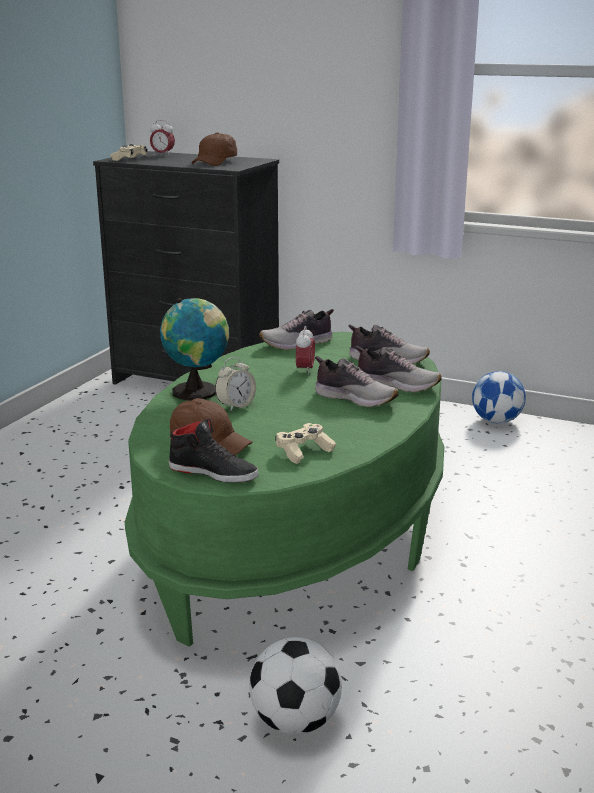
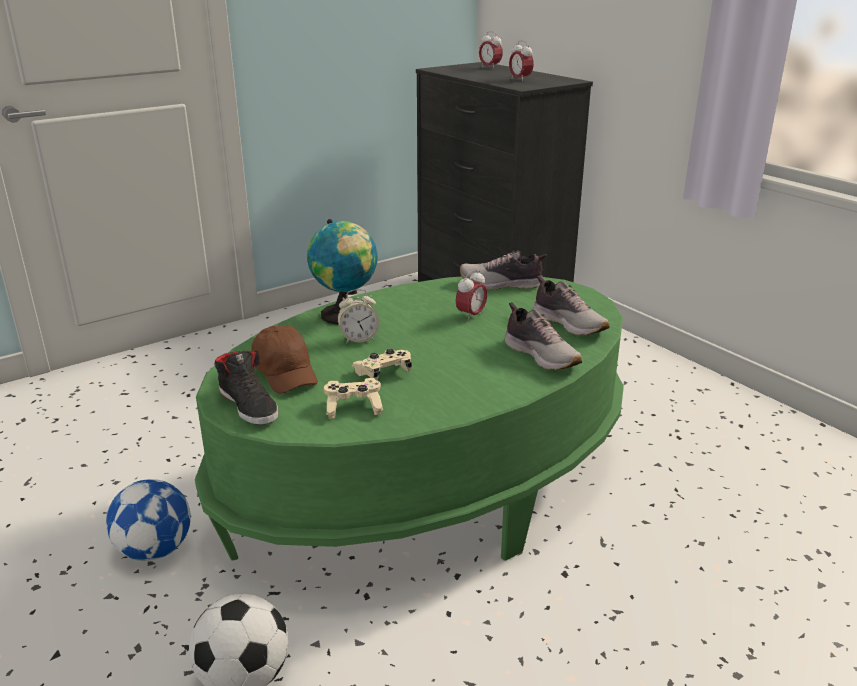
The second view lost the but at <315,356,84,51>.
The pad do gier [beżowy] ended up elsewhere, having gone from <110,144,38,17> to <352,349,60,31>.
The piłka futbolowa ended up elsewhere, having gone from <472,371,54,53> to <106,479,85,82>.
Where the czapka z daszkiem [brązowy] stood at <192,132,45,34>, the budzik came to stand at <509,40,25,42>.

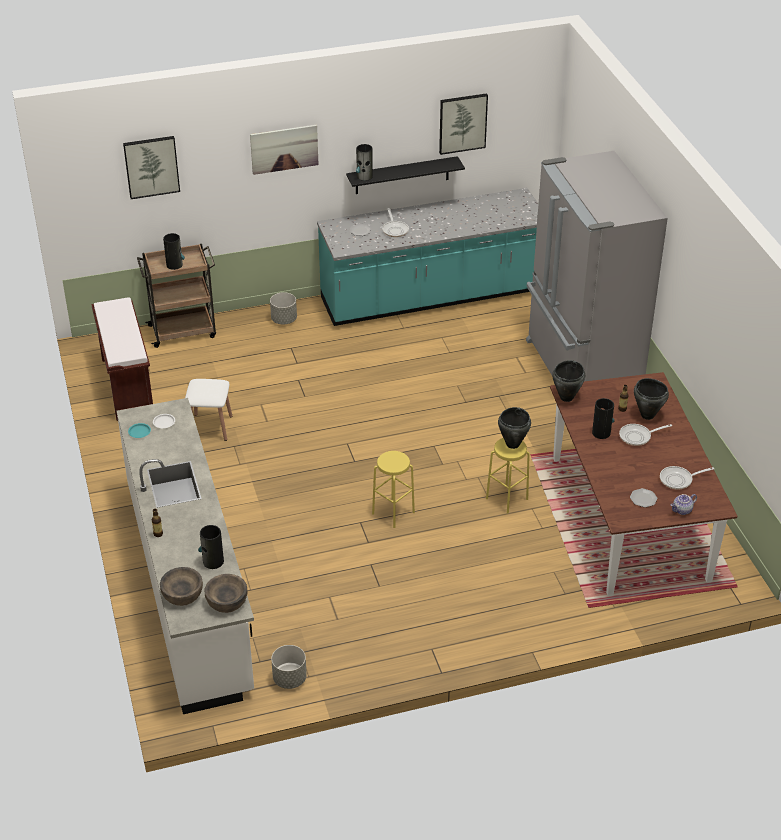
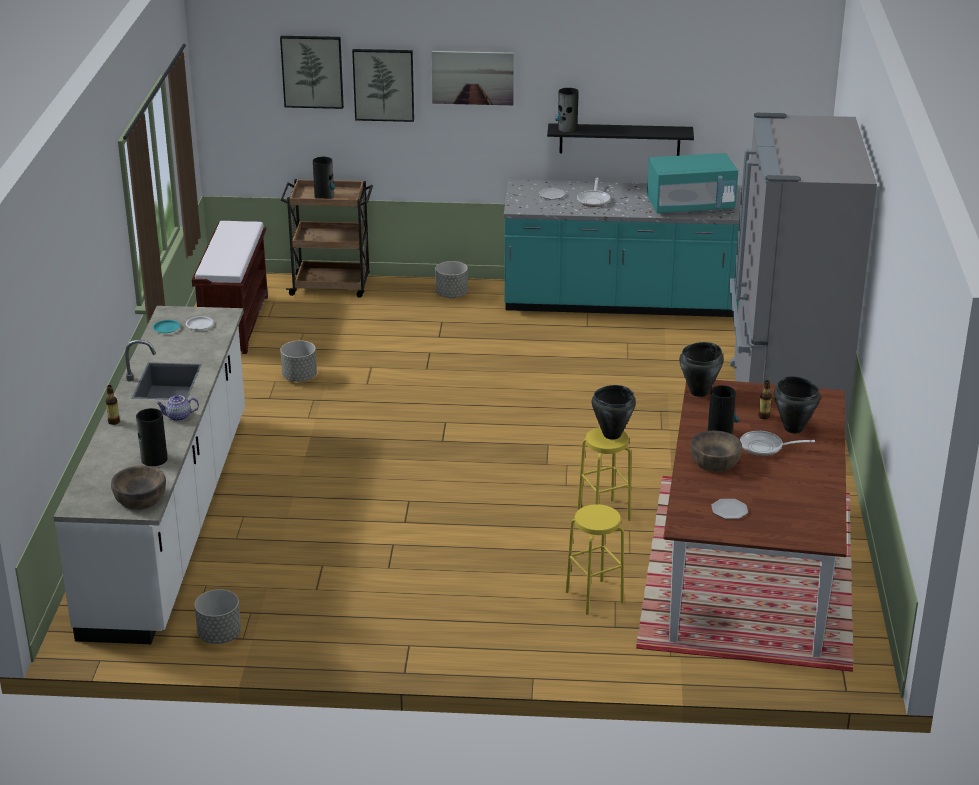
The second view lost the patelnia at <660,466,54,24>.
The second view gained the mikrofalówka [turkusowy] at <647,153,91,60>.
The miska [brązowy] ended up elsewhere, having gone from <160,567,43,39> to <690,430,52,42>.
The stołek [żółty] ended up elsewhere, having gone from <372,451,43,77> to <566,504,58,111>.
The obraz ended up elsewhere, having gone from <439,93,49,62> to <352,49,62,73>.
The imbryk ended up elsewhere, having gone from <671,494,26,21> to <156,395,43,26>.
Where the stołek [biały] stood at <185,379,47,62>, the donica [szary] came to stand at <281,341,36,41>.

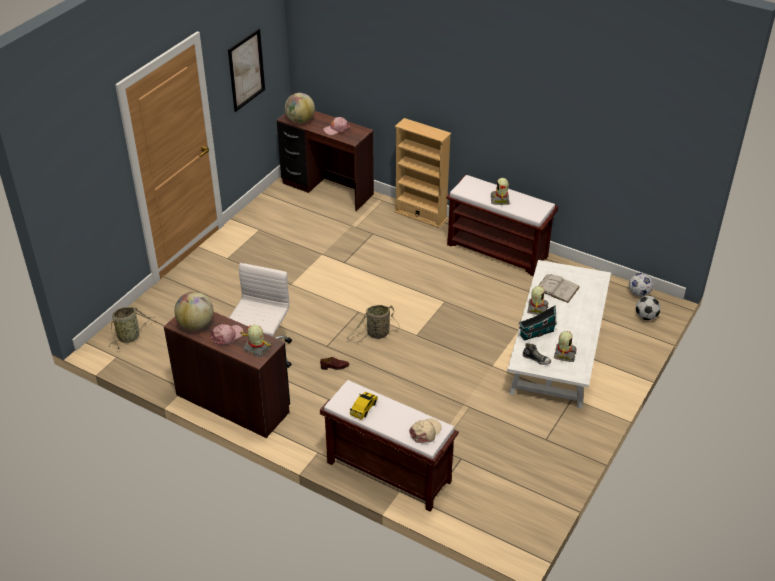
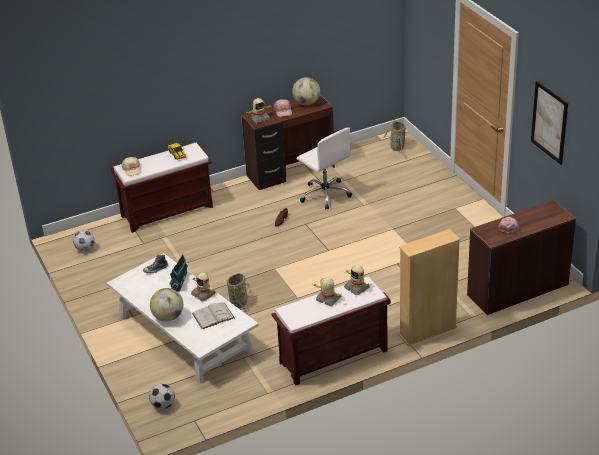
The globus ended up elsewhere, having gone from <285,93,30,30> to <150,288,33,34>.
The koszyk ended up elsewhere, having gone from <347,305,53,38> to <227,273,21,39>.
The robot zabawkowy ended up elsewhere, having gone from <554,331,23,31> to <344,265,25,30>.
The piłka futbolowa ended up elsewhere, having gone from <629,273,24,24> to <73,230,22,21>.

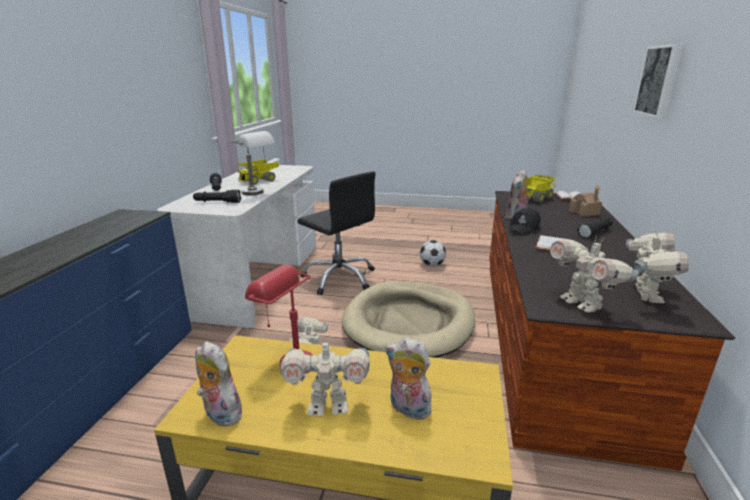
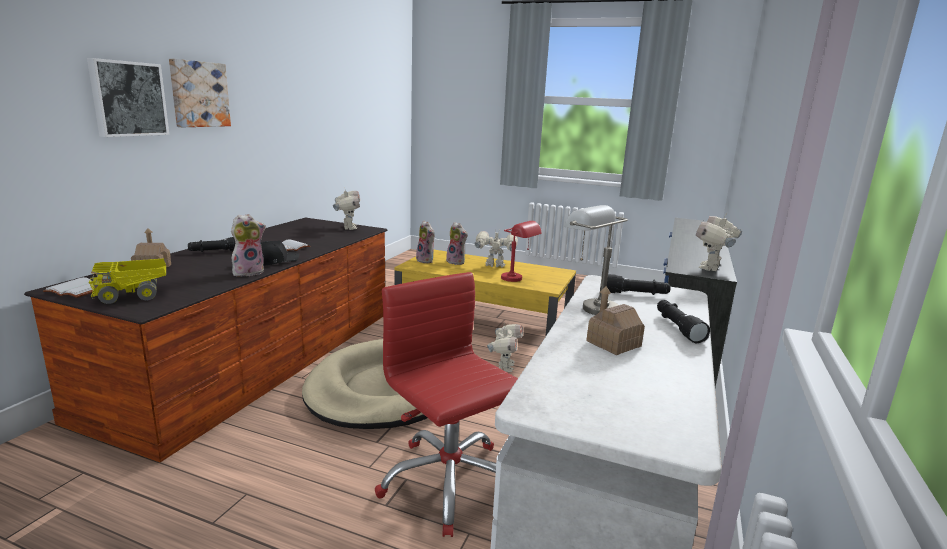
The second view lost the piłka futbolowa at <420,240,26,27>.
The second view gained the obraz at <169,59,62,68>.
The pluszak ended up elsewhere, having gone from <195,341,49,86> to <416,220,19,43>.
The robot zabawkowy ended up elsewhere, having gone from <626,229,63,75> to <696,213,46,58>.
Where the ciężarówka zabawkowa stood at <237,159,42,26>, the domek came to stand at <586,286,59,69>.
What was the krzesło biurowe [czarny] at <297,171,79,124> turned into the krzesło biurowe [czerwony] at <375,272,143,265>.

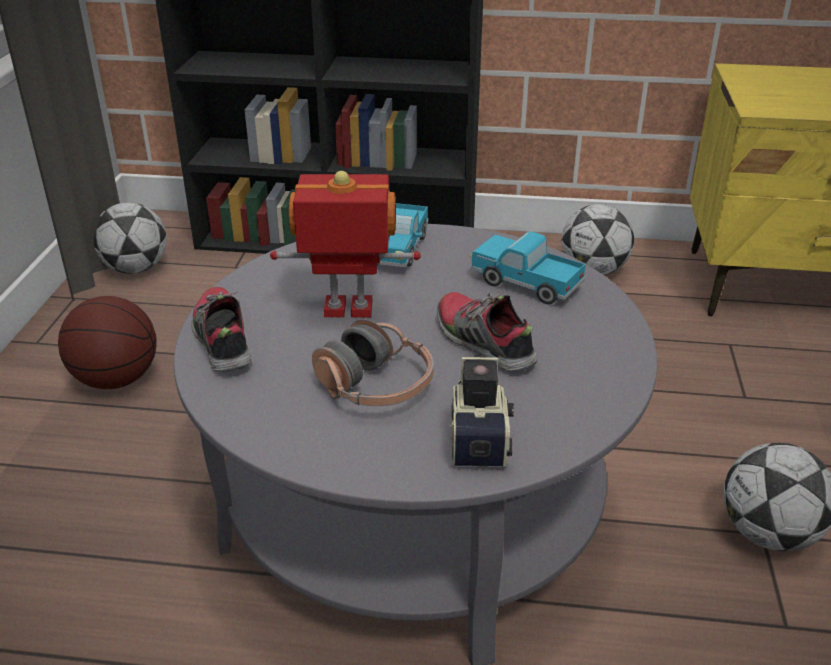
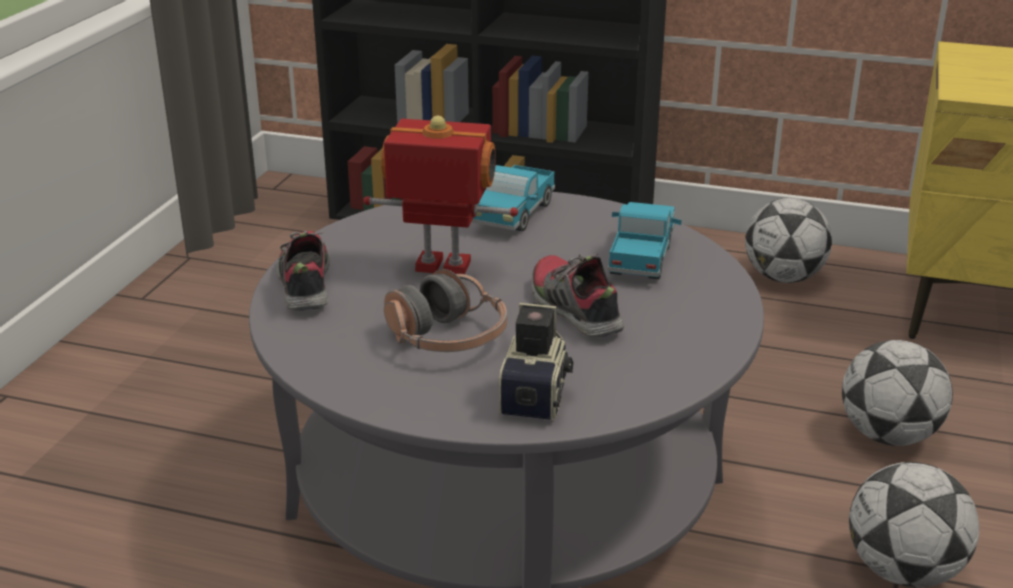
The second view lost the piłka do koszykówki at <58,296,99,93>.
The piłka futbolowa ended up elsewhere, having gone from <94,202,73,72> to <842,340,111,106>.
The ciężarówka zabawkowa at <470,232,116,72> ended up facing another way, 60 degrees clockwise from before.

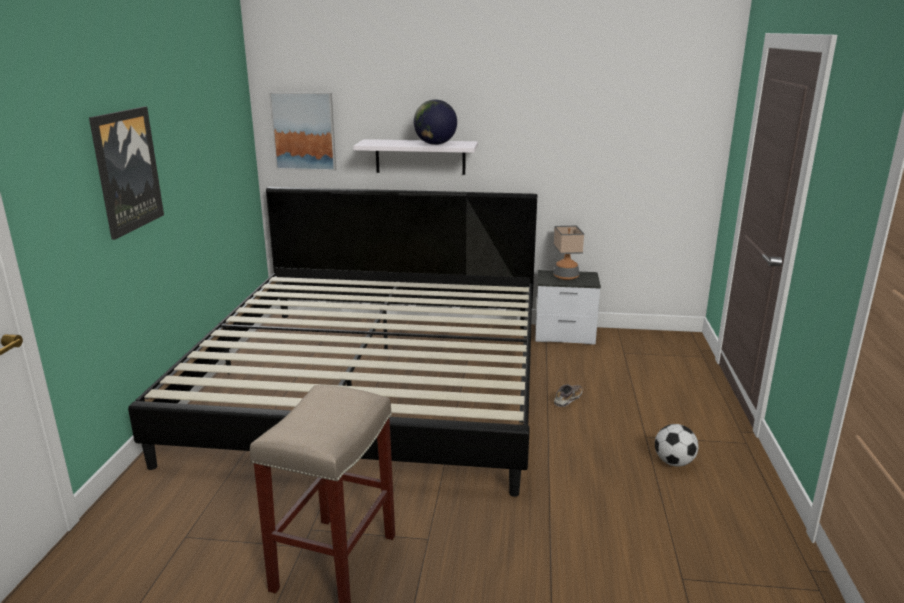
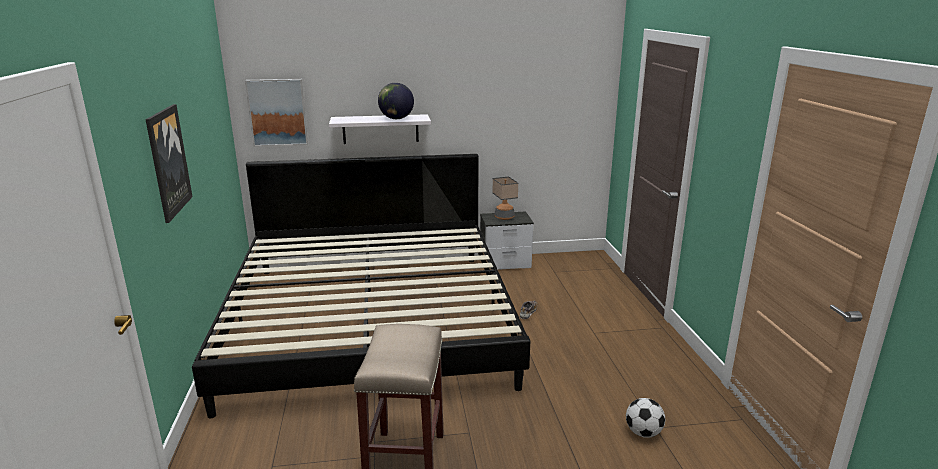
The piłka futbolowa ended up elsewhere, having gone from <655,424,44,43> to <626,398,39,40>.

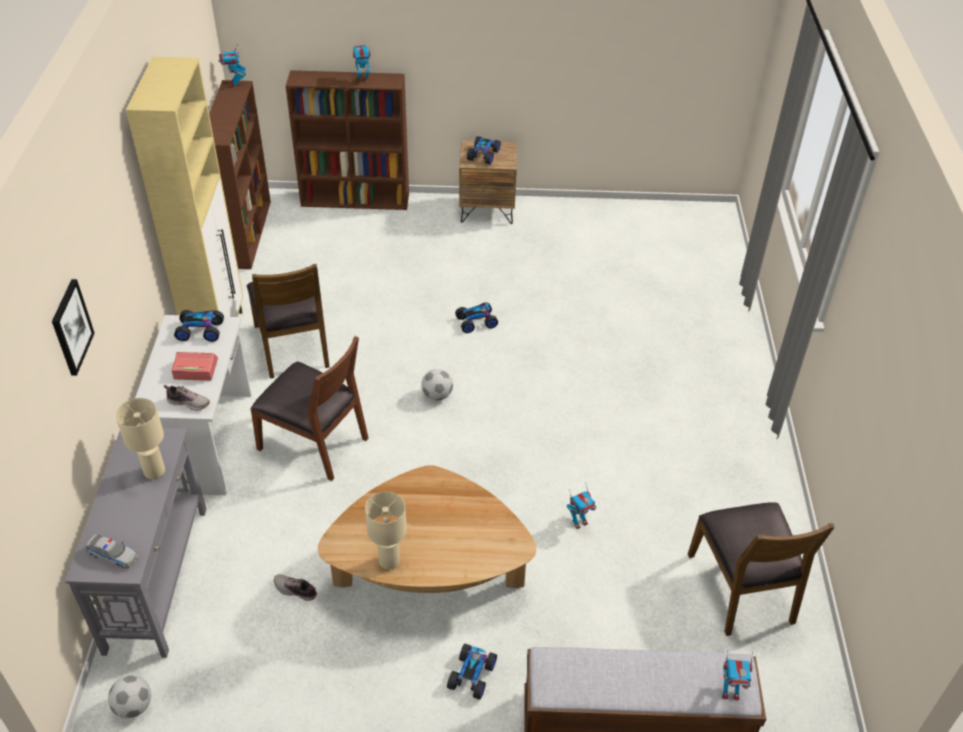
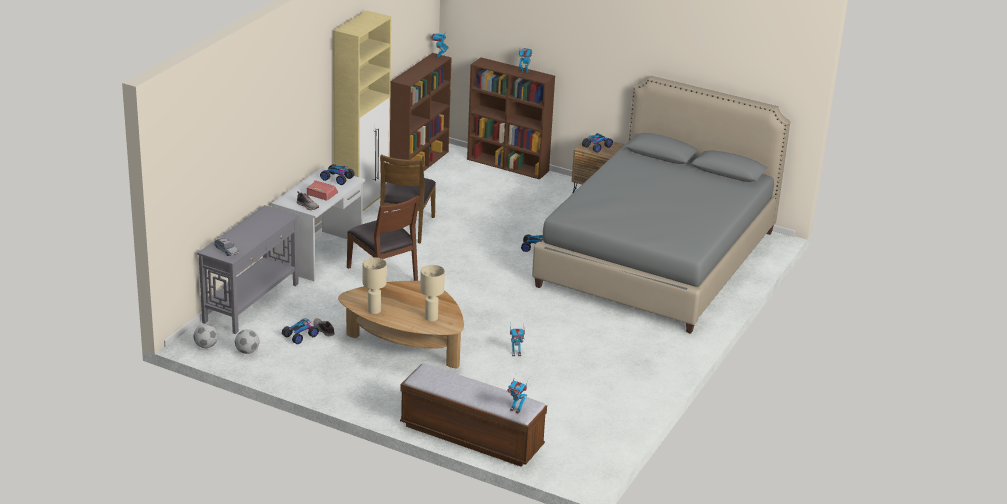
The second view lost the obraz at <52,279,42,97>.
The second view lost the krzesło [brązowy] at <688,502,147,134>.
The second view gained the łóżko [szary] at <532,76,258,258>.
The lampa stołowa [beżowy] ended up elsewhere, having gone from <115,398,50,81> to <420,265,25,57>.
The piłka futbolowa ended up elsewhere, having gone from <421,369,32,32> to <235,329,25,25>.
The samochodzik ended up elsewhere, having gone from <447,644,50,56> to <282,318,37,26>.

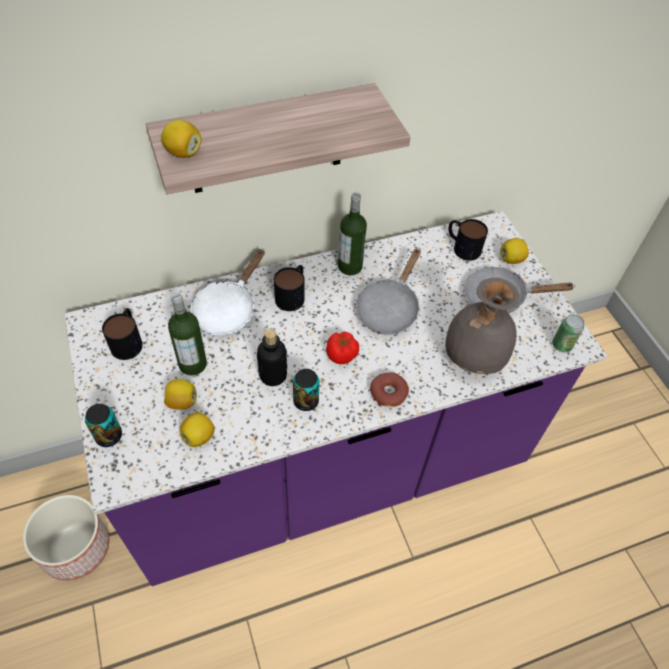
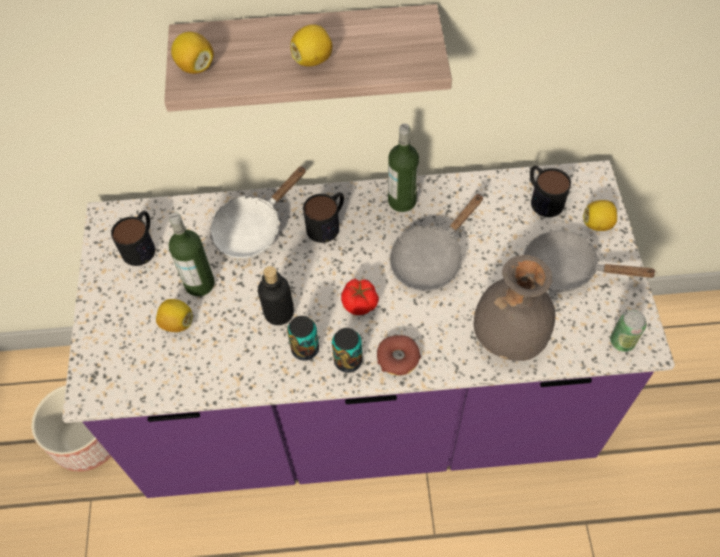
The puszka ended up elsewhere, having gone from <85,404,37,43> to <332,328,31,45>.
The cytryna ended up elsewhere, having gone from <180,412,34,35> to <290,24,42,43>.

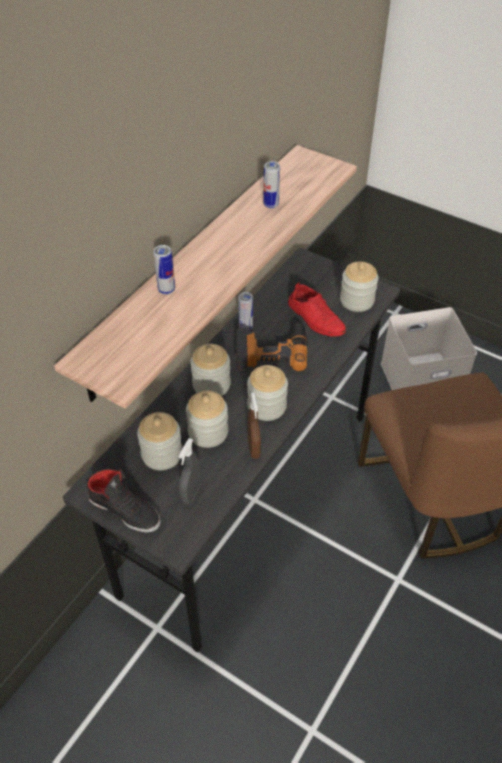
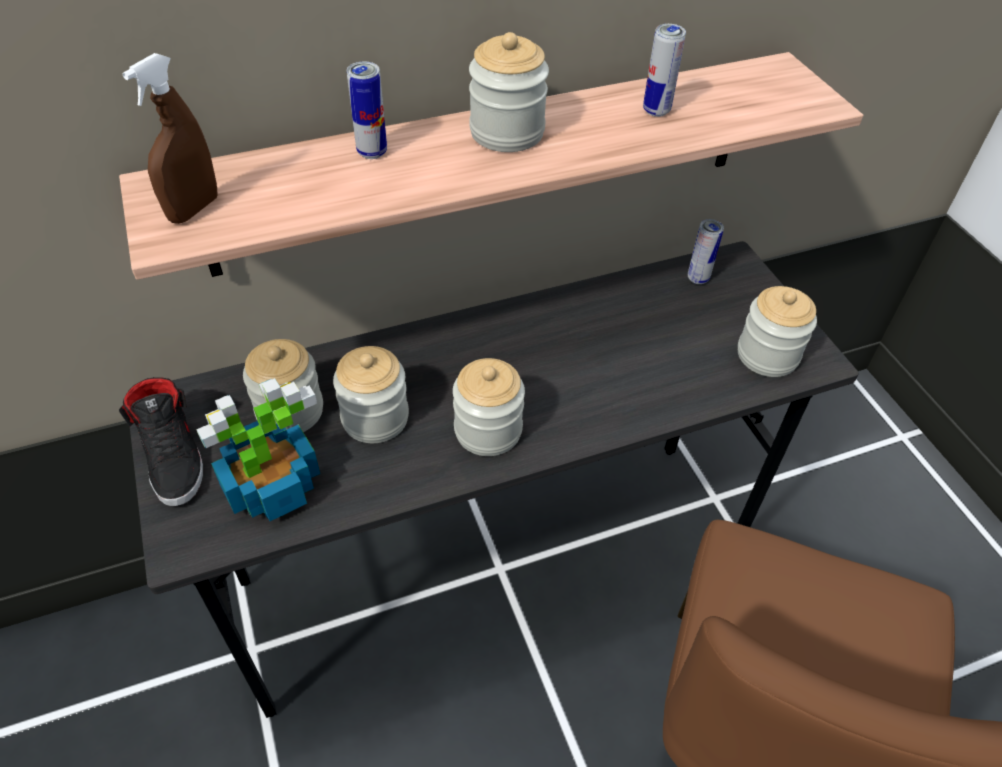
The second view lost the wiertarka at <236,323,72,48>.
The second view lost the but [czerwony] at <288,283,58,54>.
The second view lost the pojemnik do przechowywania [biały] at <381,307,96,83>.
The słoik ended up elsewhere, having gone from <190,344,41,52> to <469,32,80,120>.
The puszka ended up elsewhere, having gone from <238,292,15,38> to <688,219,36,65>.
The spryskiwacz [brązowy] ended up elsewhere, having gone from <248,392,13,67> to <123,53,94,171>.
Where the spryskiwacz [szary] stood at <179,438,22,67>, the roślina doniczkowa came to stand at <196,378,124,143>.

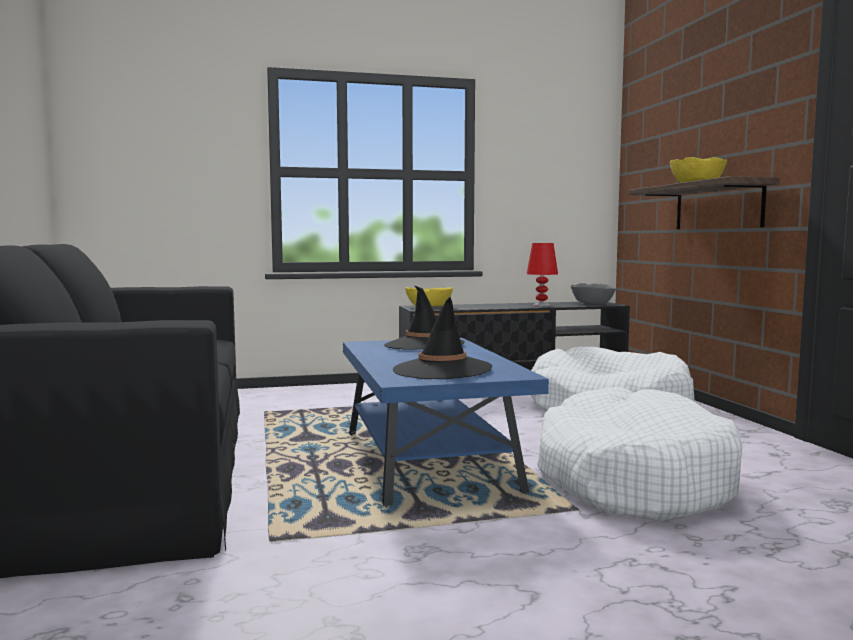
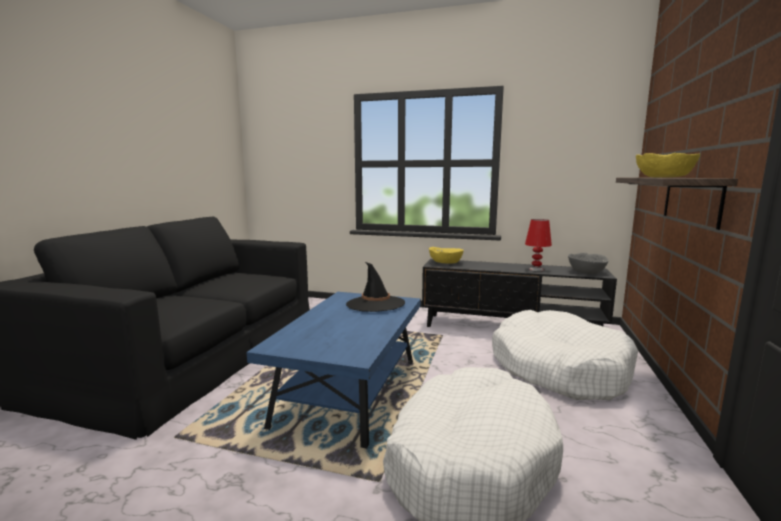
The second view lost the kapelusz [czarny] at <393,297,99,82>.

